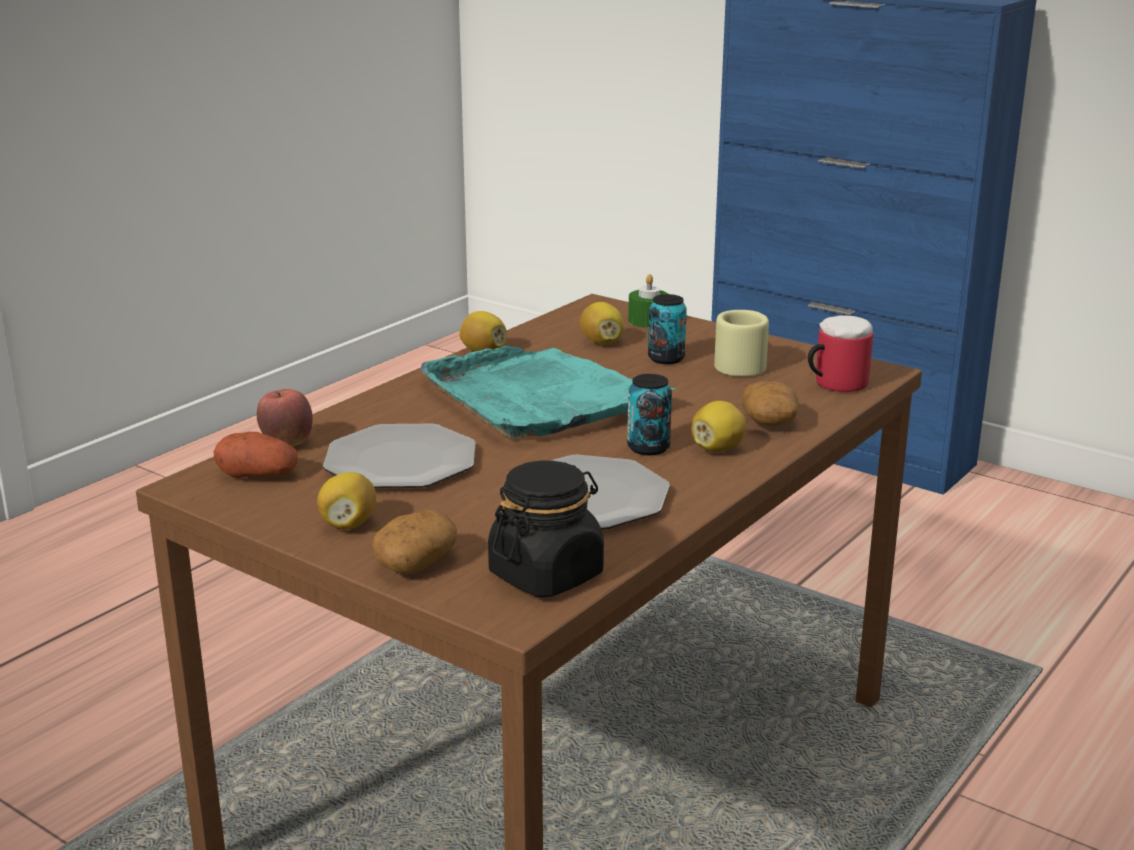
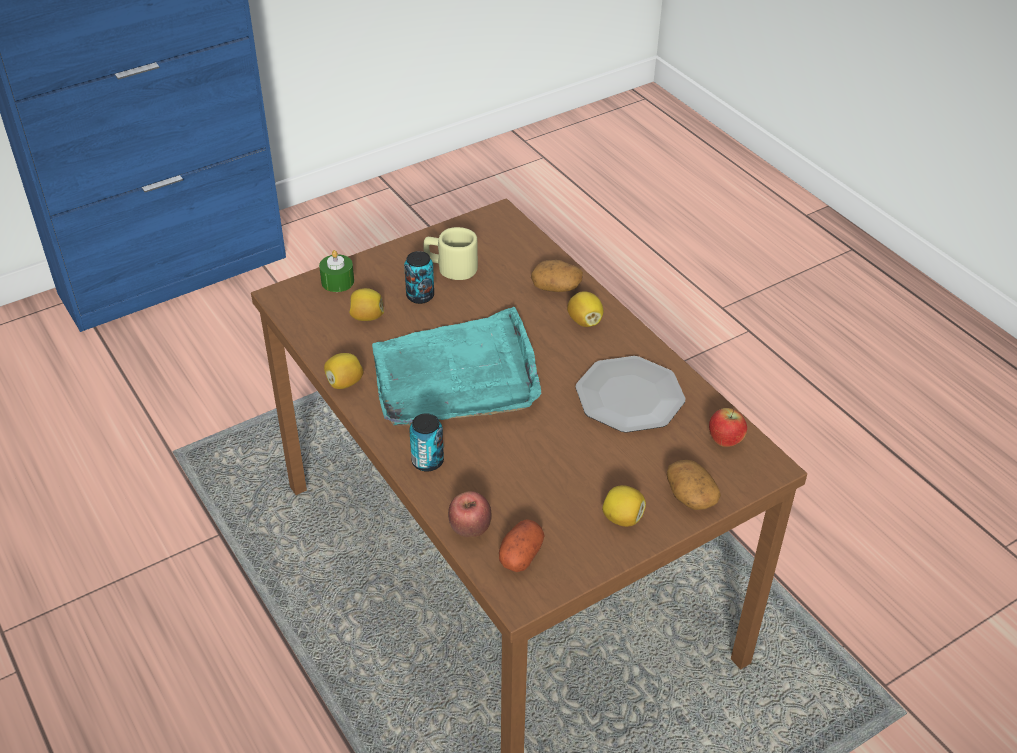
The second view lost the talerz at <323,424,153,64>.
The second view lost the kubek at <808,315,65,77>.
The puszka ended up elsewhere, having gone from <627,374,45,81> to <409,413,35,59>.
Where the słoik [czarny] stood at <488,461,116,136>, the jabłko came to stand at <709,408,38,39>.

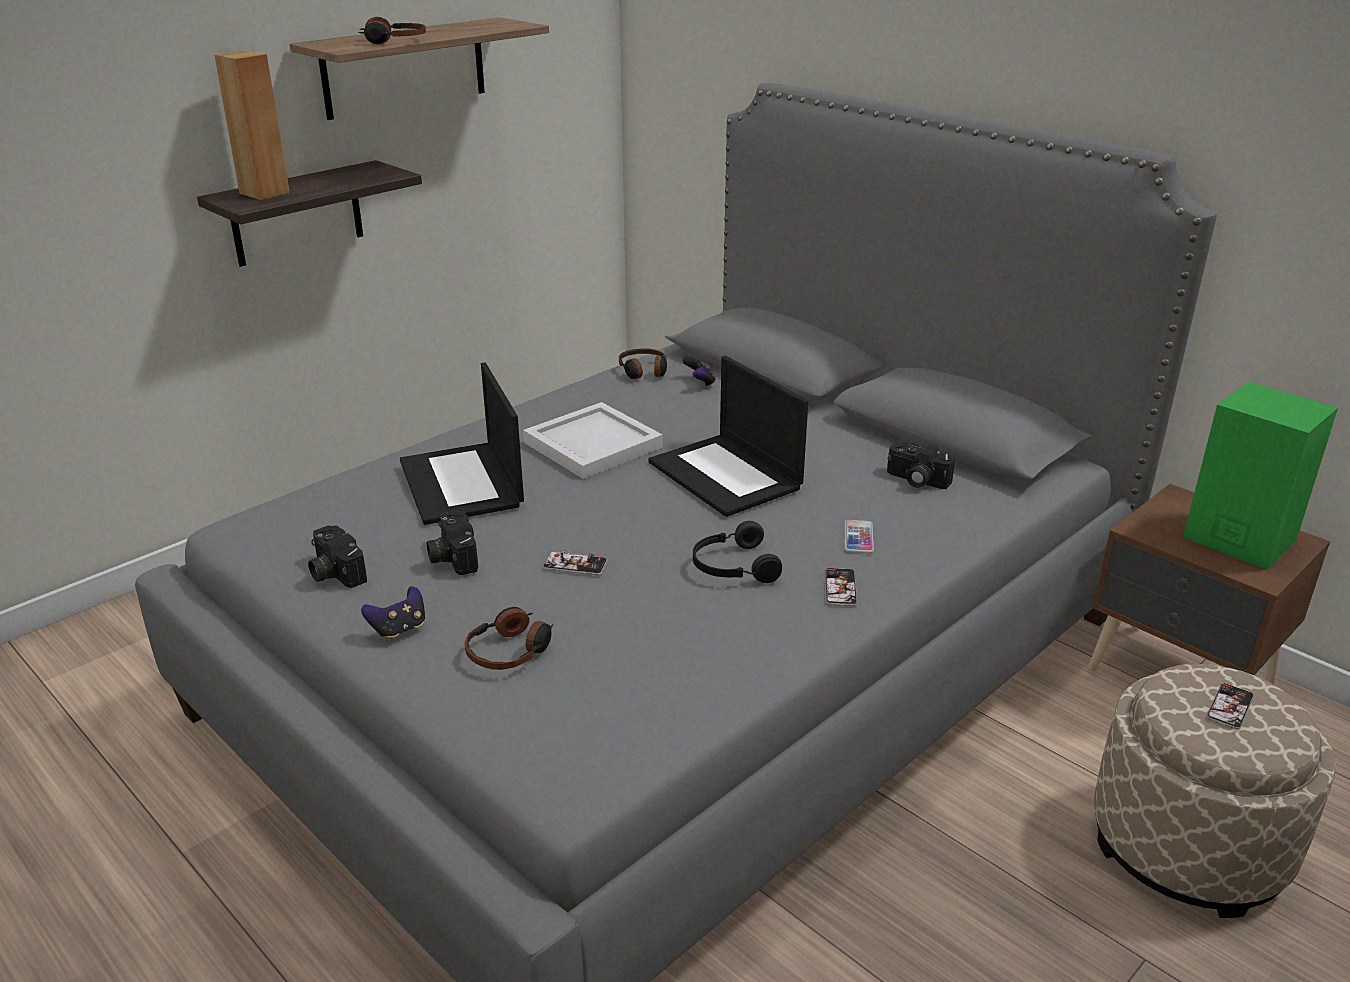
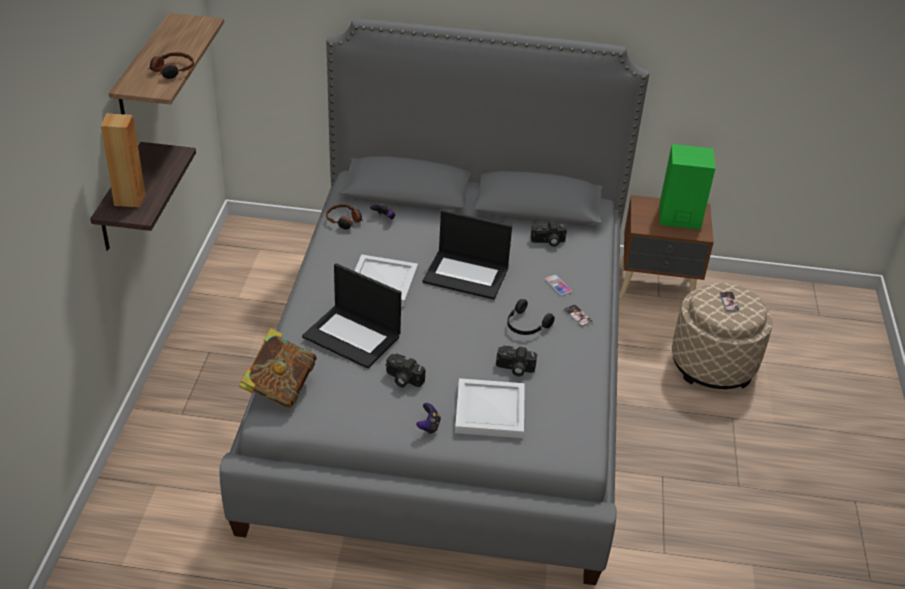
The second view lost the telefon at <543,551,64,25>.
The second view gained the książka at <239,328,78,80>.
The aparat fotograficzny ended up elsewhere, having gone from <308,525,59,63> to <496,346,41,31>.
Where the słuchawki stood at <464,607,90,63>, the taca [biały] came to stand at <455,378,70,60>.

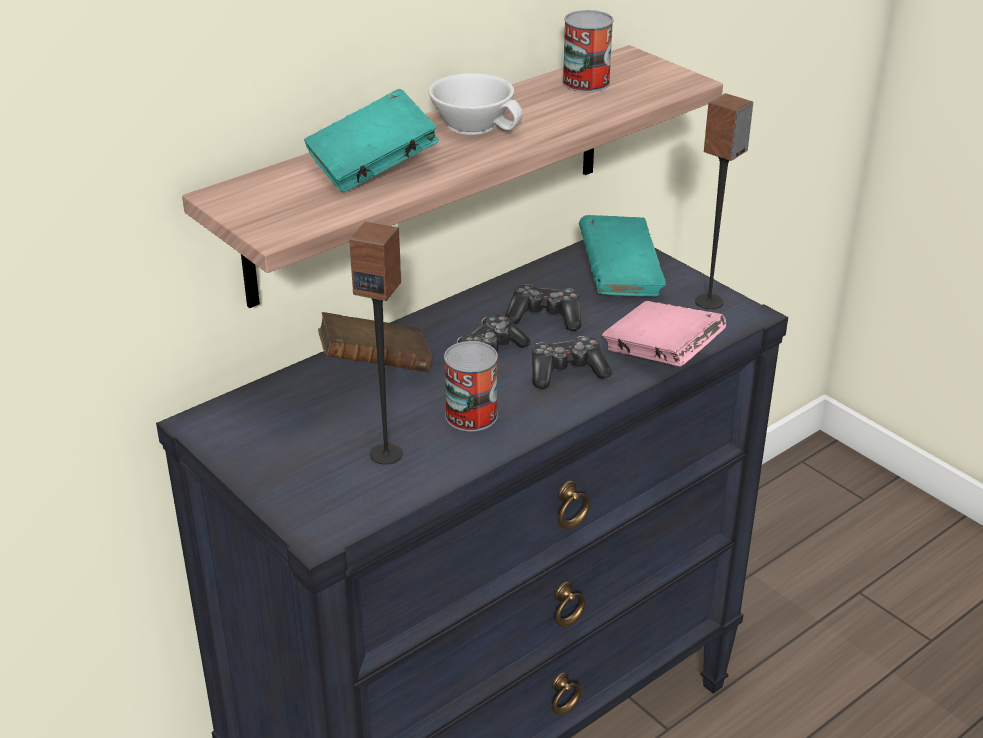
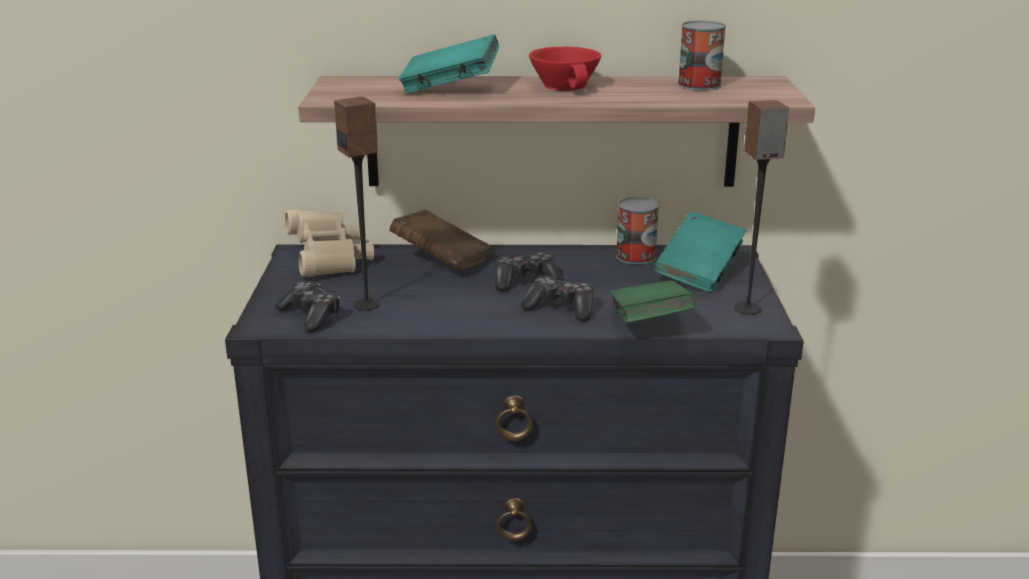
The second view gained the lornetka [beżowy] at <285,209,89,68>.
The puszka ended up elsewhere, having gone from <444,341,54,91> to <616,197,43,67>.
The pad do gier ended up elsewhere, having gone from <505,284,76,47> to <275,281,66,51>.
What was the filiżanka [biały] at <429,73,94,62> turned into the filiżanka [czerwony] at <529,47,72,44>.
What was the książka [różowy] at <602,301,124,66> turned into the książka [zielony] at <610,280,86,43>.

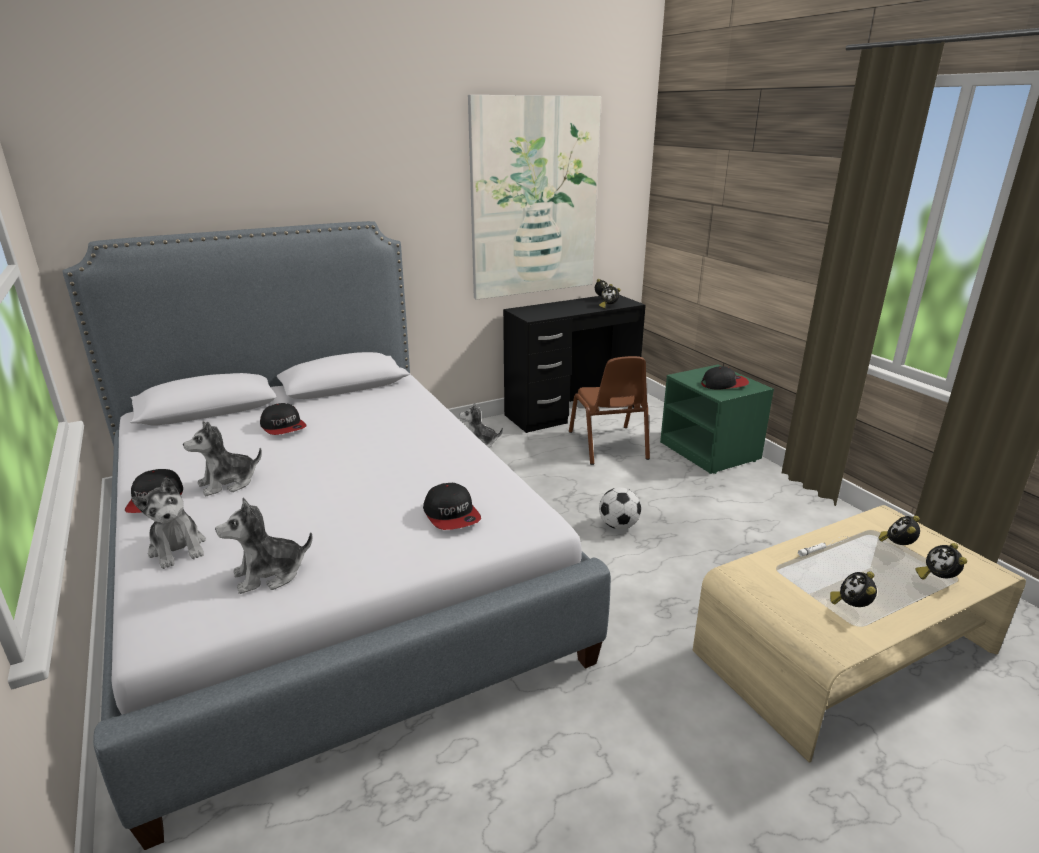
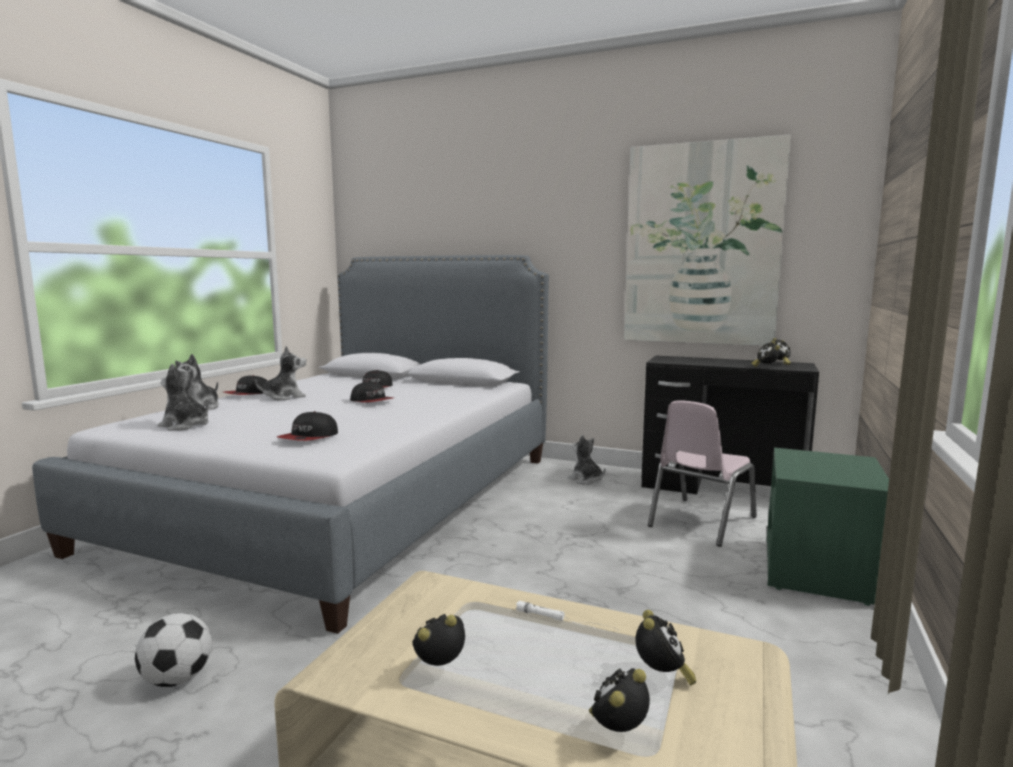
The piłka futbolowa ended up elsewhere, having gone from <599,487,42,42> to <135,613,77,74>.
The czapka z daszkiem ended up elsewhere, having gone from <701,366,48,24> to <350,381,43,22>.
What was the krzesło [brązowy] at <569,356,81,109> turned into the krzesło [różowy] at <648,400,109,147>.
The pluszak at <183,421,79,75> ended up facing another way, 135 degrees clockwise from before.
The budzik at <879,516,41,29> ended up facing another way, 105 degrees clockwise from before.

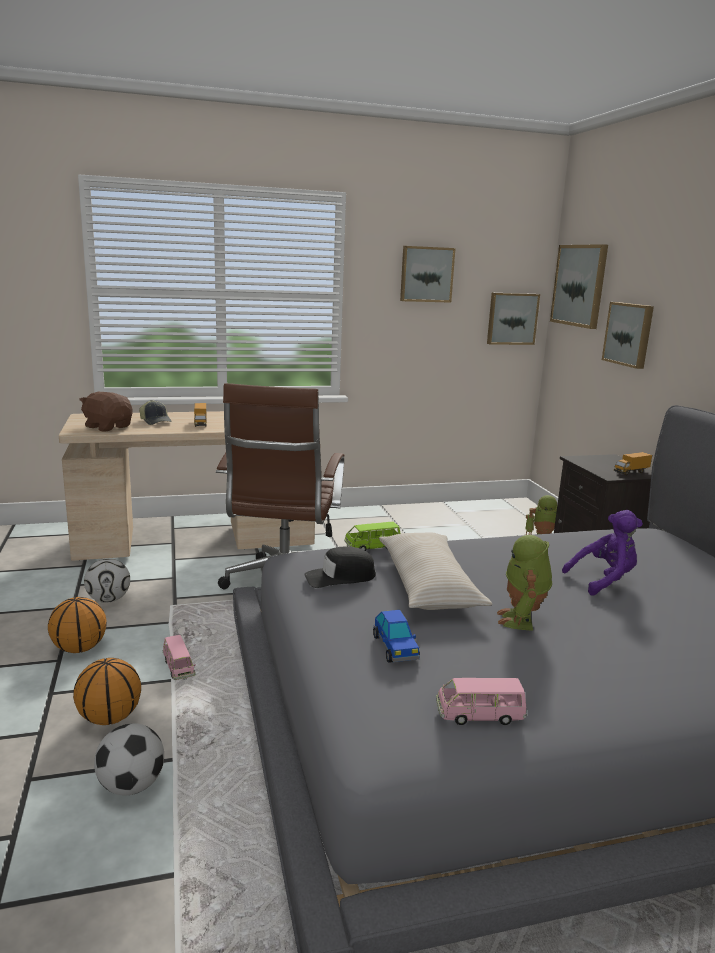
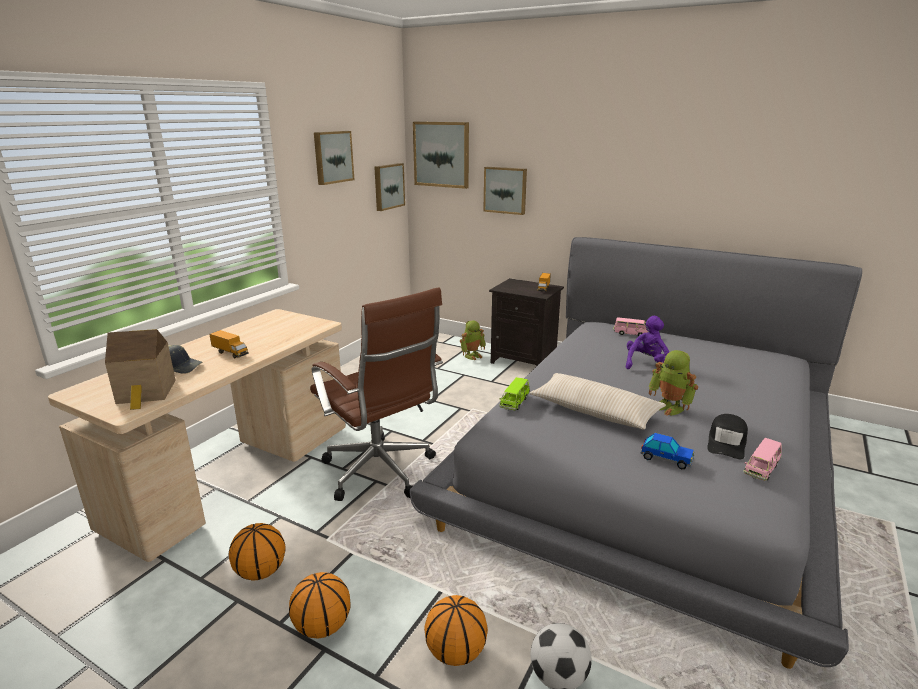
The samochodzik [różowy] ended up elsewhere, having gone from <163,635,33,45> to <613,317,35,19>.
The czapka z daszkiem [czarny] ended up elsewhere, having gone from <304,547,72,41> to <707,414,41,45>.
Where the pluszak [brązowy] stood at <79,392,53,40>, the domek came to stand at <105,329,71,81>.
Where the piłka futbolowa stood at <84,558,46,45>, the piłka do koszykówki came to stand at <229,523,56,58>.

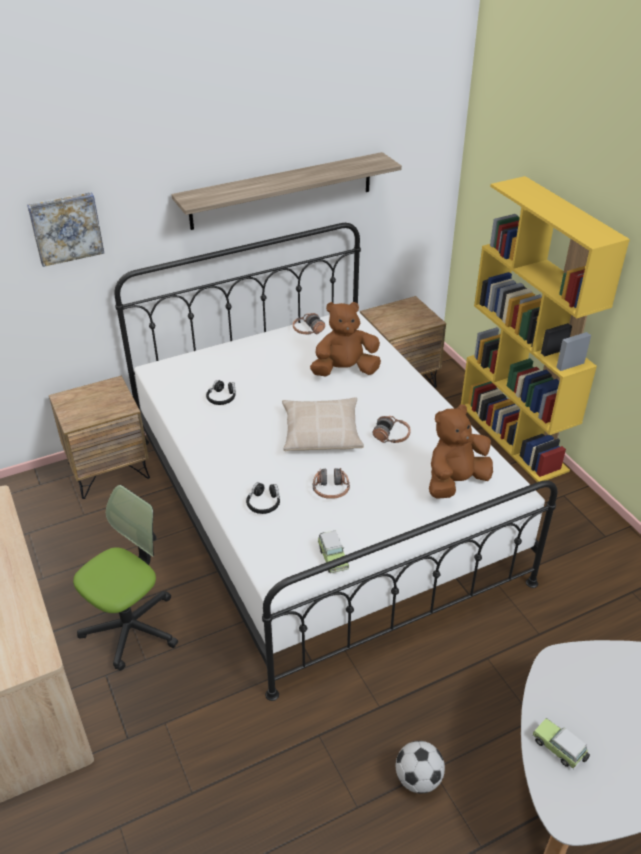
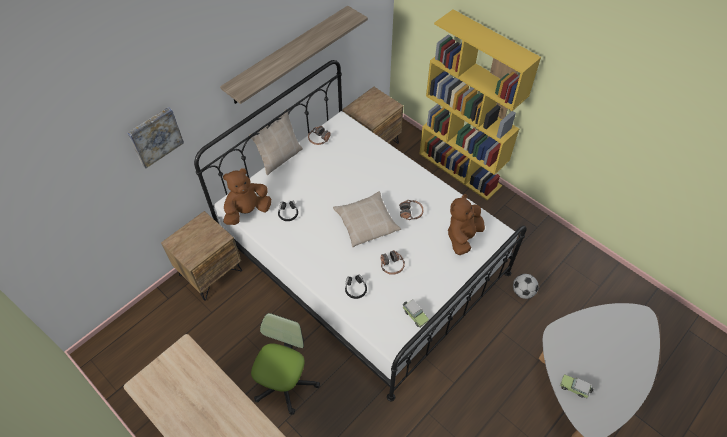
The second view gained the poduszka [beżowy] at <249,109,54,66>.
The pluszak [brązowy] ended up elsewhere, having gone from <310,302,71,75> to <223,168,48,57>.
The piłka futbolowa ended up elsewhere, having gone from <396,741,49,53> to <513,274,26,25>.

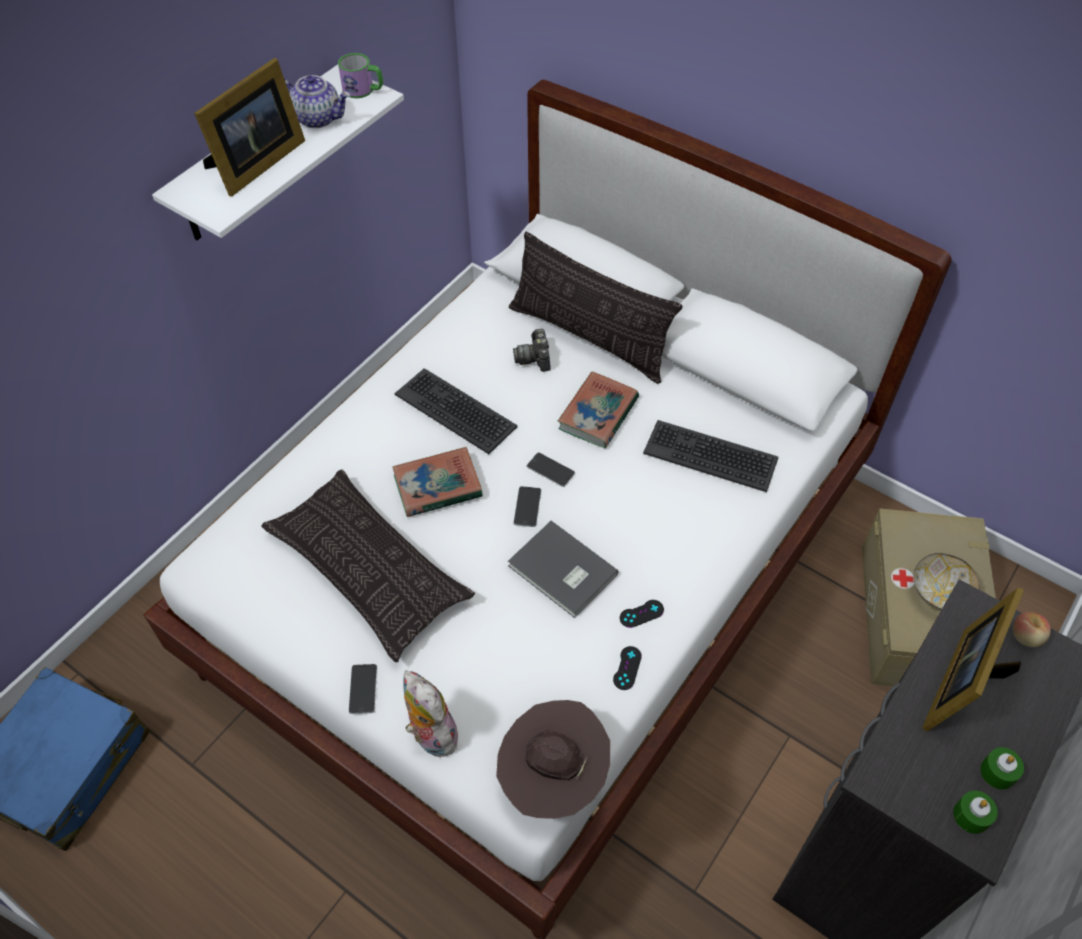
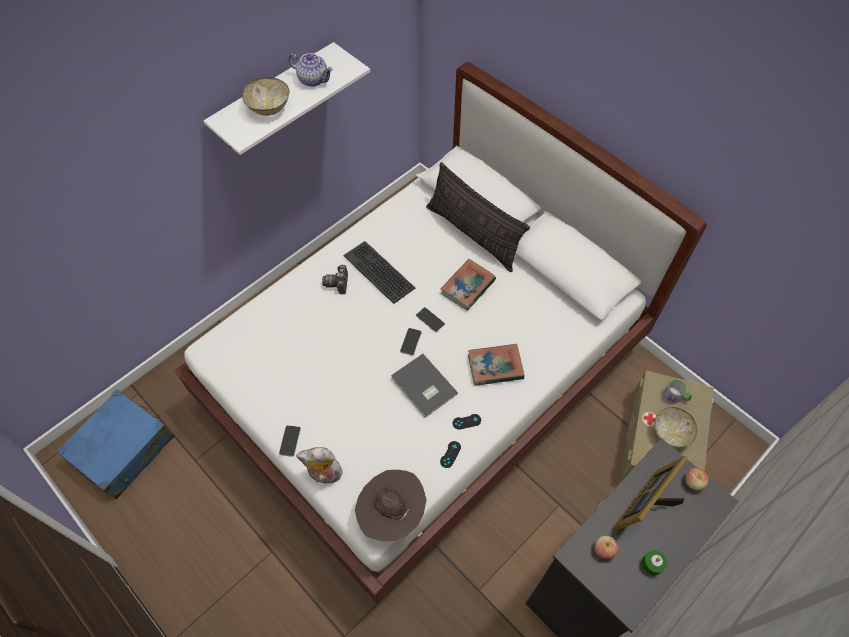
The second view lost the poduszka at <261,470,214,192>.
The second view lost the klawiatura at <643,420,135,72>.
The second view lost the świeca [zielony] at <953,791,45,43>.
The second view gained the jabłko at <595,536,24,23>.
The kubek ended up elsewhere, having gone from <338,53,45,45> to <663,379,29,25>.
The książka ended up elsewhere, having gone from <392,447,91,70> to <468,344,56,42>.
The aparat fotograficzny ended up elsewhere, having gone from <513,329,38,43> to <322,265,26,29>.
Where the ramka na zdjęcie stood at <194,58,111,139>, the miska came to stand at <242,77,47,39>.
The pluszak at <403,670,56,87> ended up facing another way, 60 degrees counterclockwise from before.

